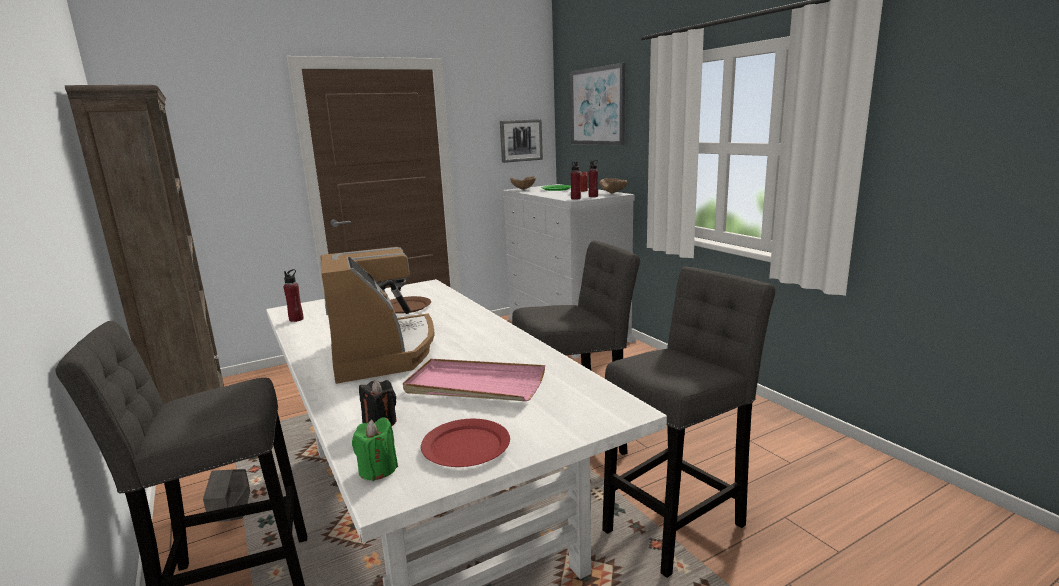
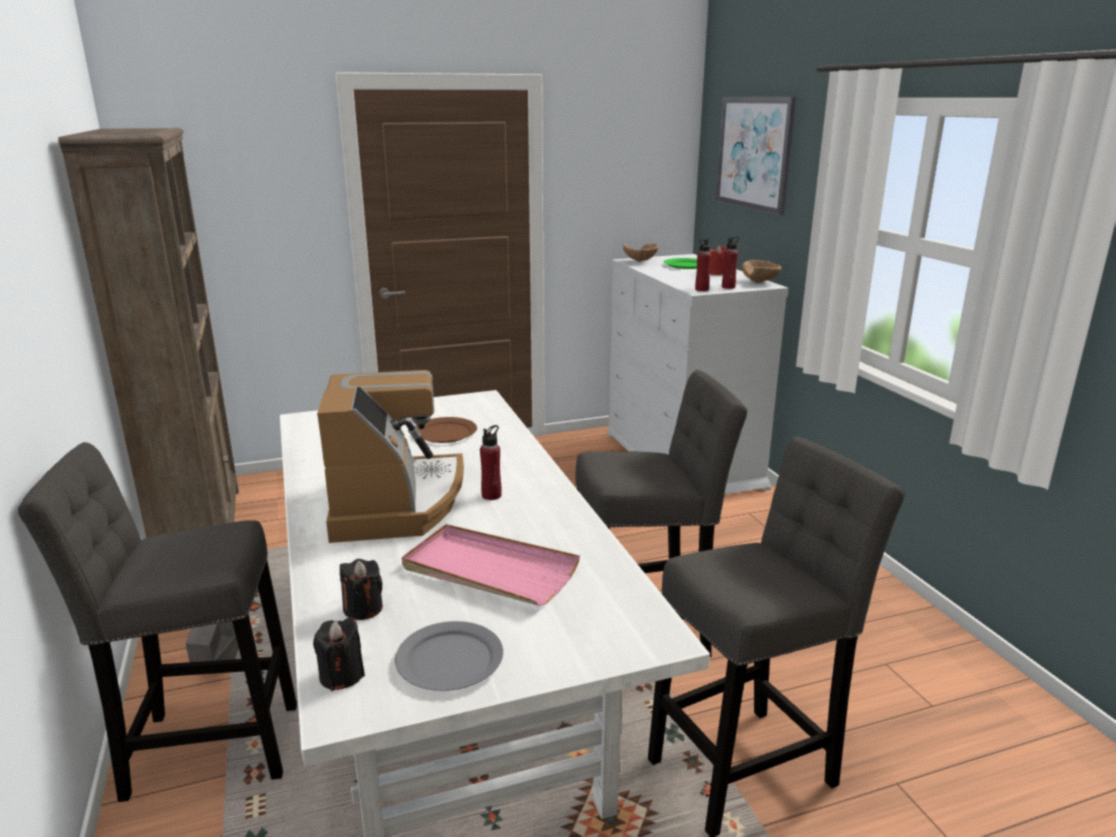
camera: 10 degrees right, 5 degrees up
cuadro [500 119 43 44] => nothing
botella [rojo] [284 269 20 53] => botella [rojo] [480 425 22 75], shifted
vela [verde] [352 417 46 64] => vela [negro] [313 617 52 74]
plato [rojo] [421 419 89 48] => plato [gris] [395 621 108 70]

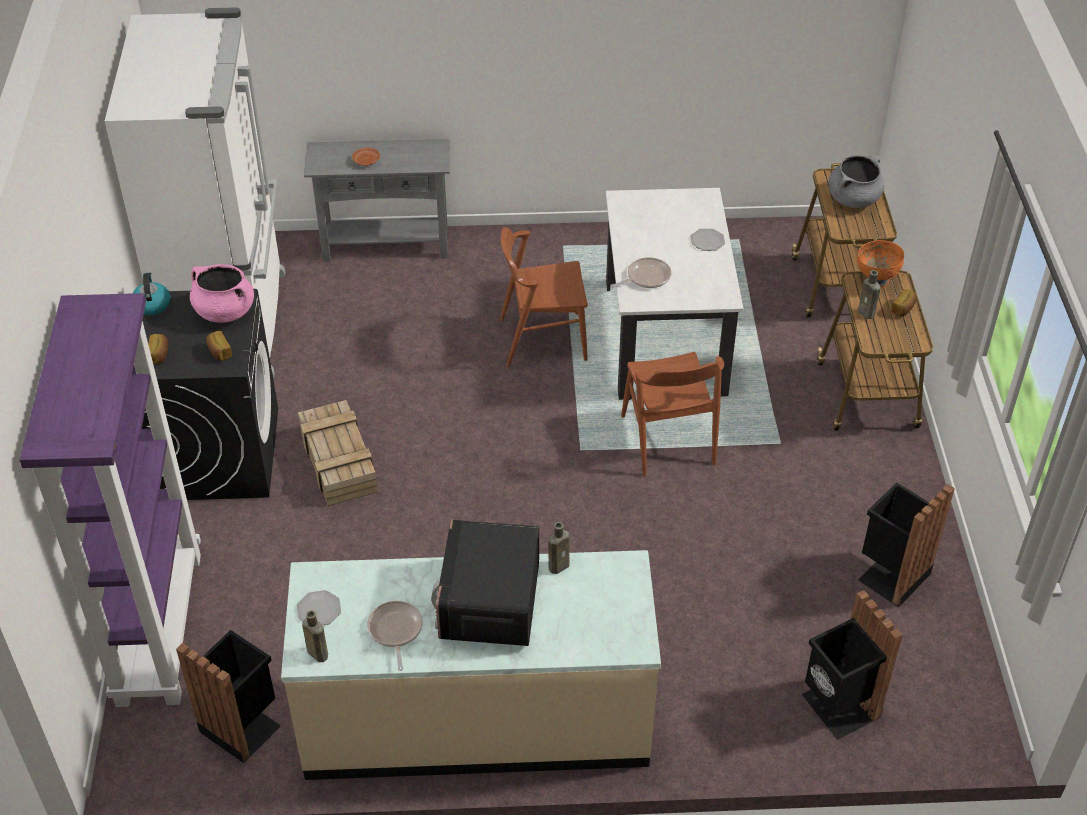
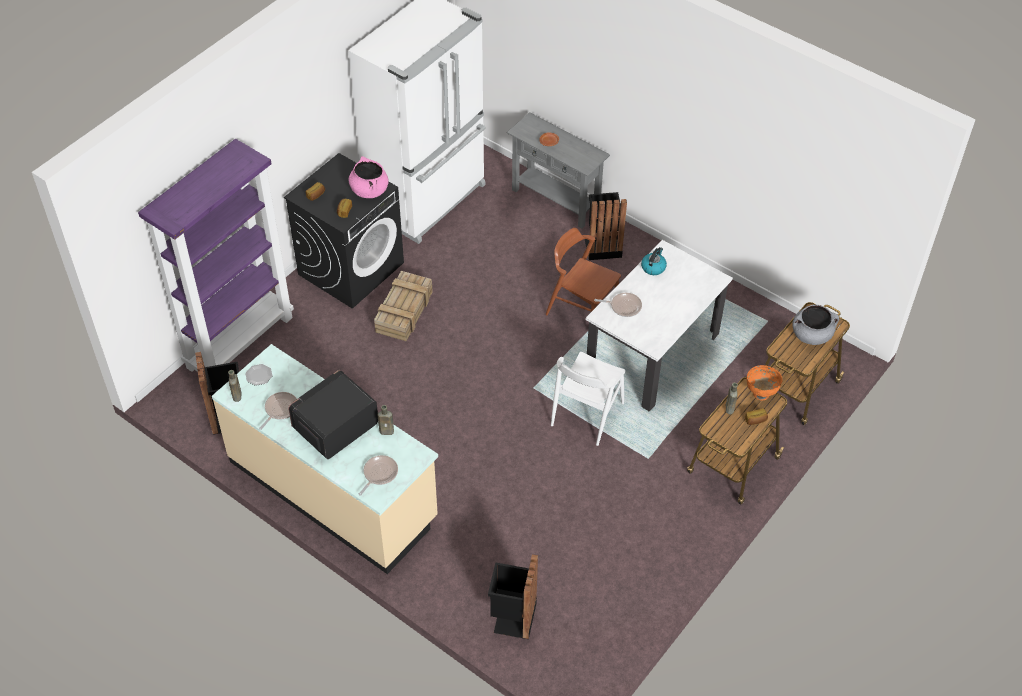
camera: 40 degrees right, 5 degrees up
plato [691 229 34 22] => nothing
hervidor [133 272 37 43] => hervidor [641 247 26 28], shifted
silla [marrón] [621 352 103 125] => silla [blanco] [551 352 74 94]
papelera [negro] [858 482 97 125] => papelera [negro] [585 192 42 68], shifted
nothing => sartén [359 455 39 41]

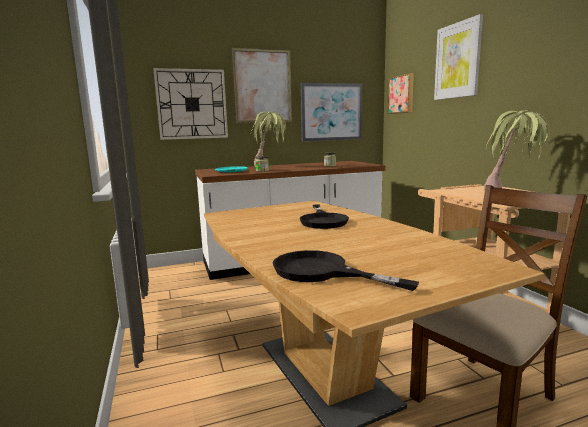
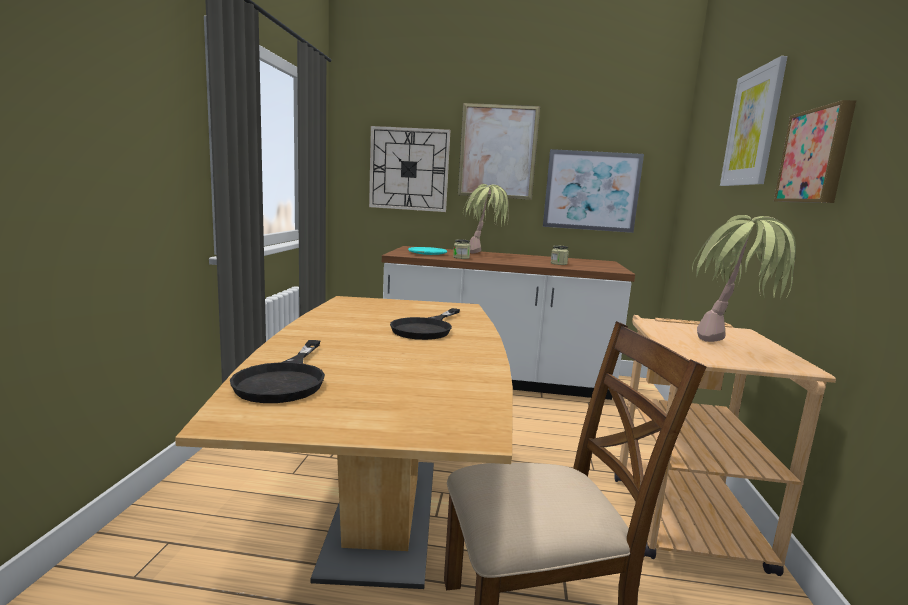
camera: 25 degrees right, 0 degrees up
cuadro [388 73 26 41] => cuadro [774 100 82 103], shifted
sartén [negro] [273 250 146 41] => sartén [negro] [230 340 95 63], 150 degrees counterclockwise

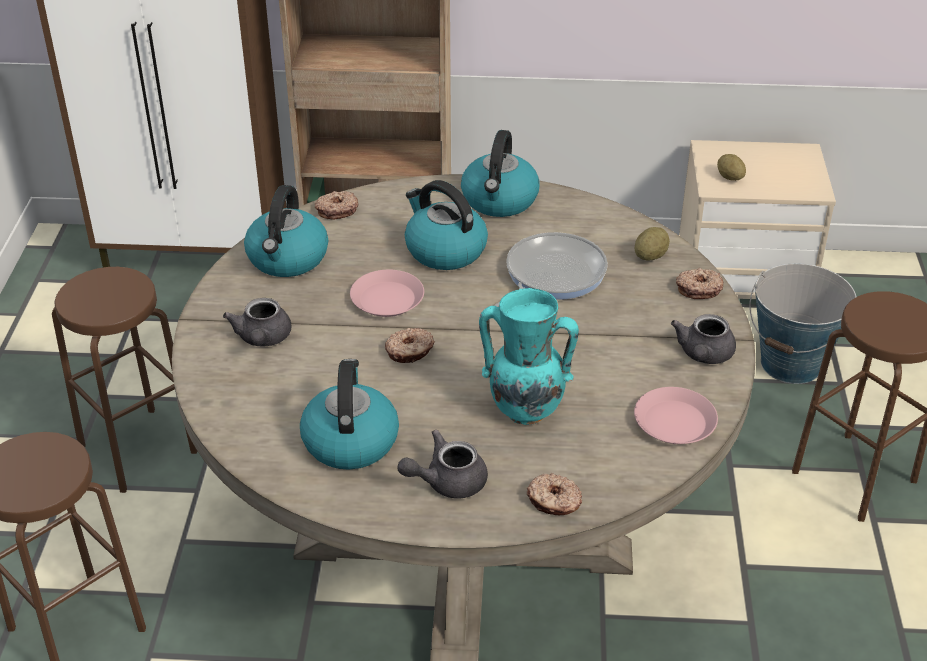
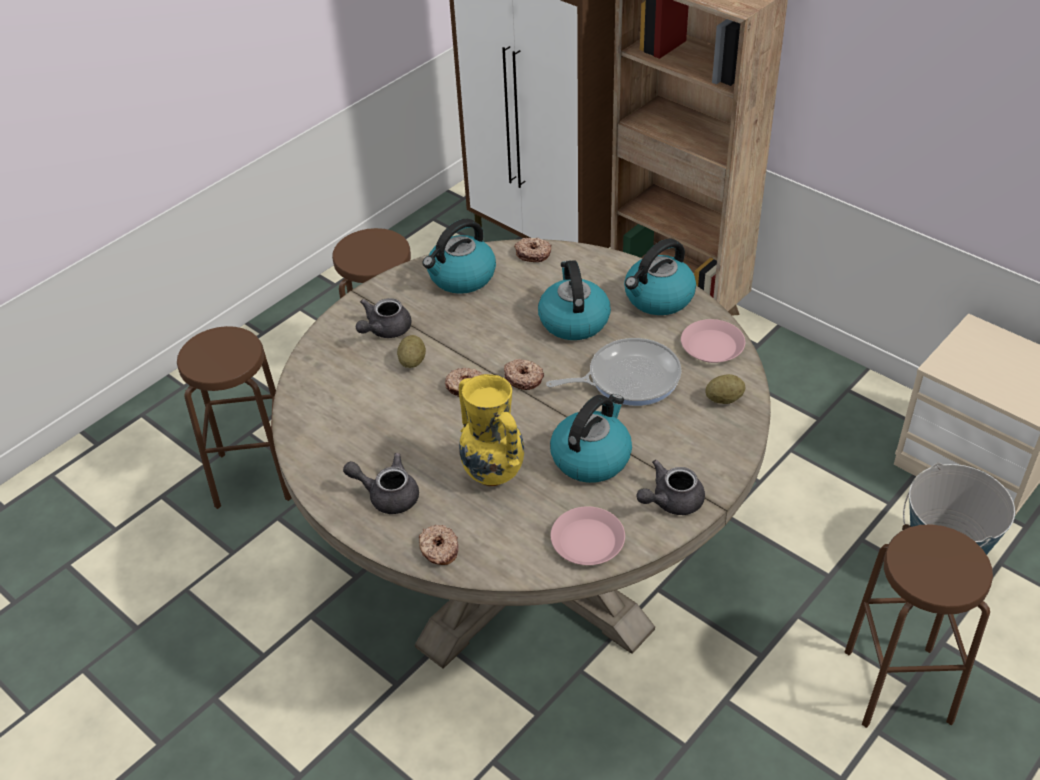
camera: 40 degrees right, 5 degrees up
patata [717 154 29 27] => patata [397 335 29 33], shifted
rosquilla [676 268 47 31] => rosquilla [504 359 40 31], shifted
plato [rosa] [350 270 74 47] => plato [rosa] [681 319 64 44], shifted
florero [turquesa] [479 288 100 137] => florero [amarillo] [459 374 65 113]
hervidor [300 359 99 111] => hervidor [550 394 82 89], shifted

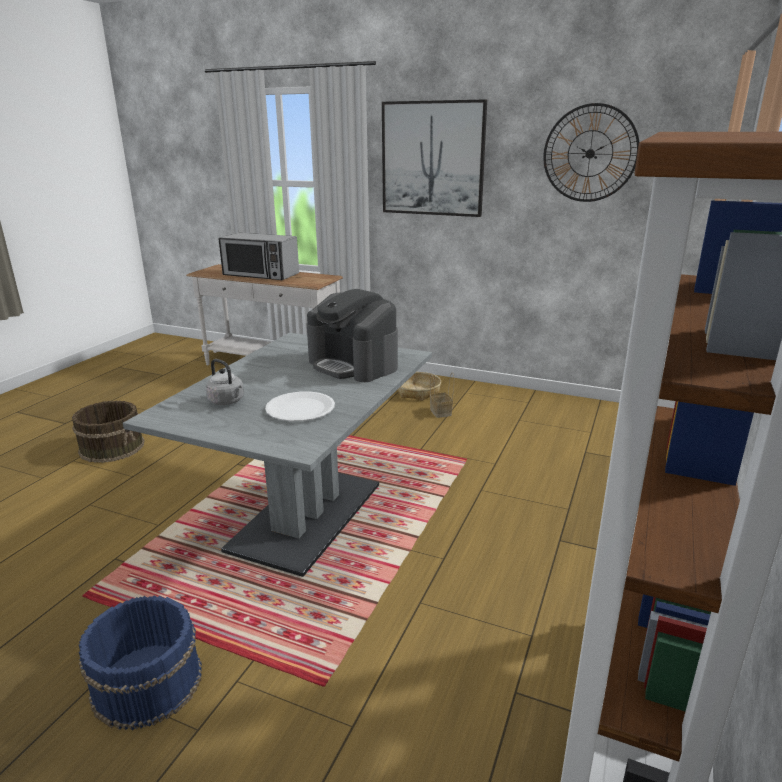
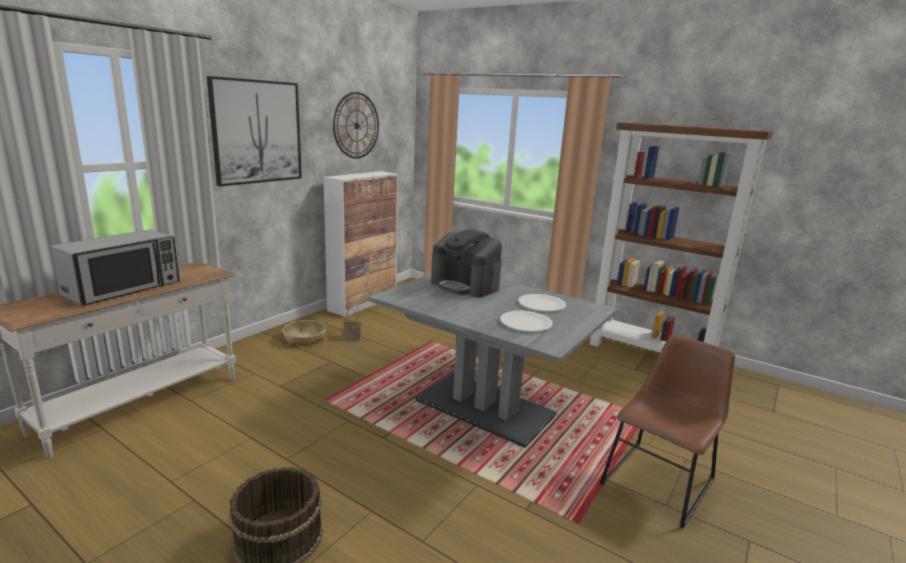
camera: 80 degrees left, 5 degrees down
cafetera [307 289 91 93] => cafetera [431 229 71 68], 75 degrees clockwise
hervidor [gris] [205 359 39 46] => plato [blanco] [500 311 53 21]
cubo [azul] [79 596 123 134] => silla [marrón] [600 333 135 195]
nothing => armario [323 171 75 146]

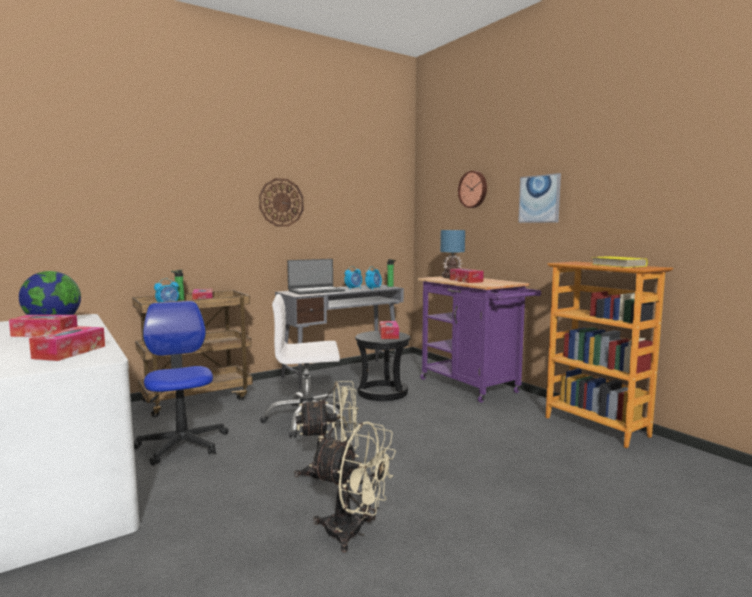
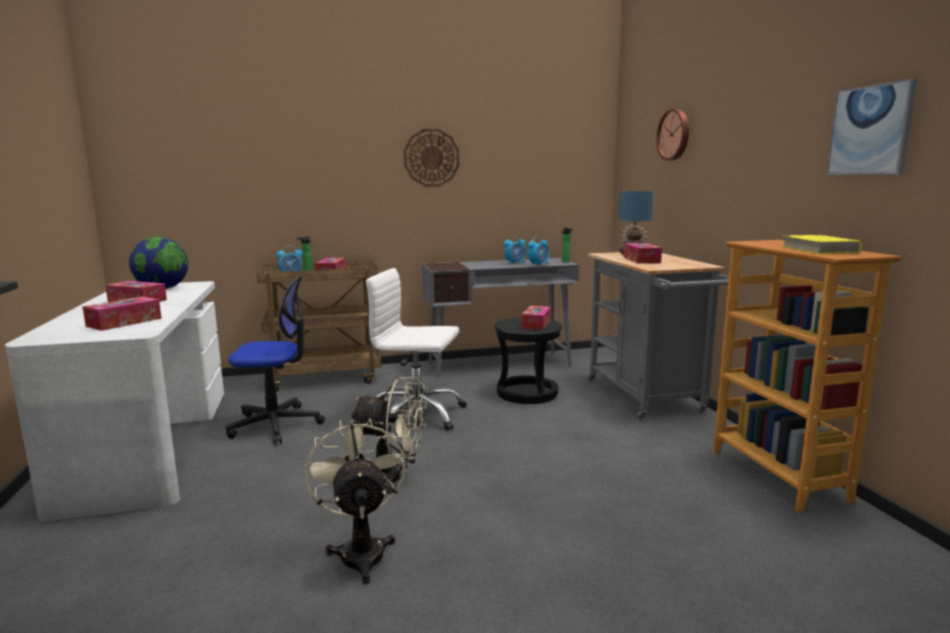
camera: 20 degrees right, 5 degrees up
cuadro [518 173 43 50] => cuadro [826 78 91 97], shifted
portátil [287 259 58 36] => nothing
carrito [morado] [418 276 123 127] => carrito [gris] [587 252 142 169]
silla de oficina [134 301 95 165] => silla de oficina [225 275 100 170], 90 degrees clockwise
ventilador [beis] [309 421 87 131] => ventilador [beis] [305 418 101 166], 150 degrees counterclockwise

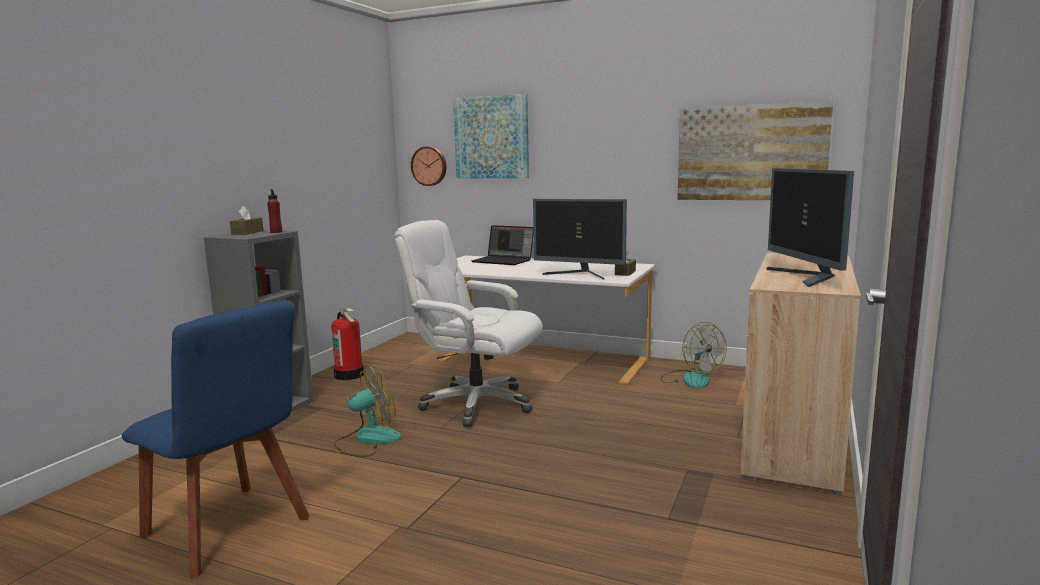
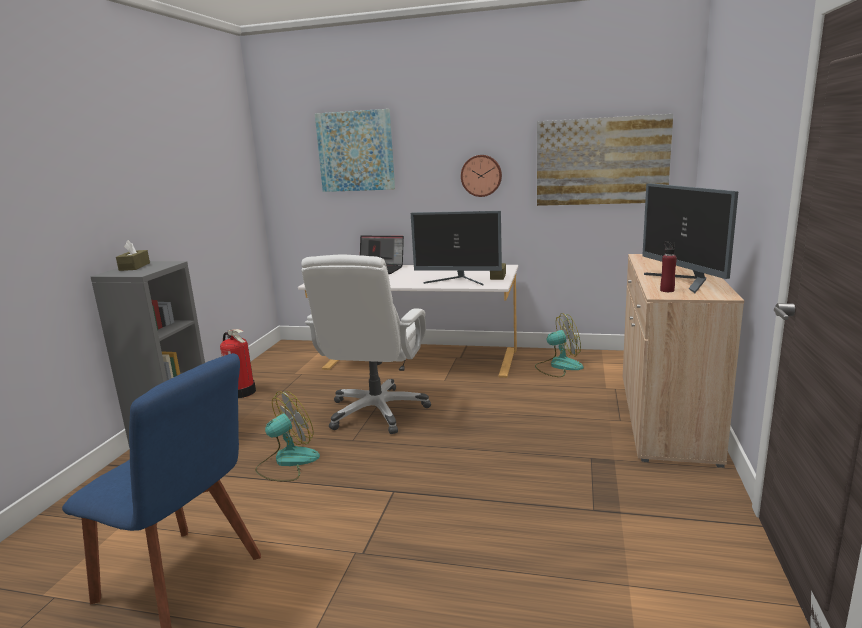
camera: 10 degrees left, 5 degrees up
reloj de pared [411 146 36 40] => reloj de pared [461 155 41 42], shifted
botella [rojo] [267 189 15 44] => botella [rojo] [660 241 17 51], shifted
silla de oficina [blanco] [395 220 148 207] => silla de oficina [blanco] [301 254 130 180], 90 degrees counterclockwise
ventilador [660 322 67 67] => ventilador [535 313 49 64], 60 degrees counterclockwise

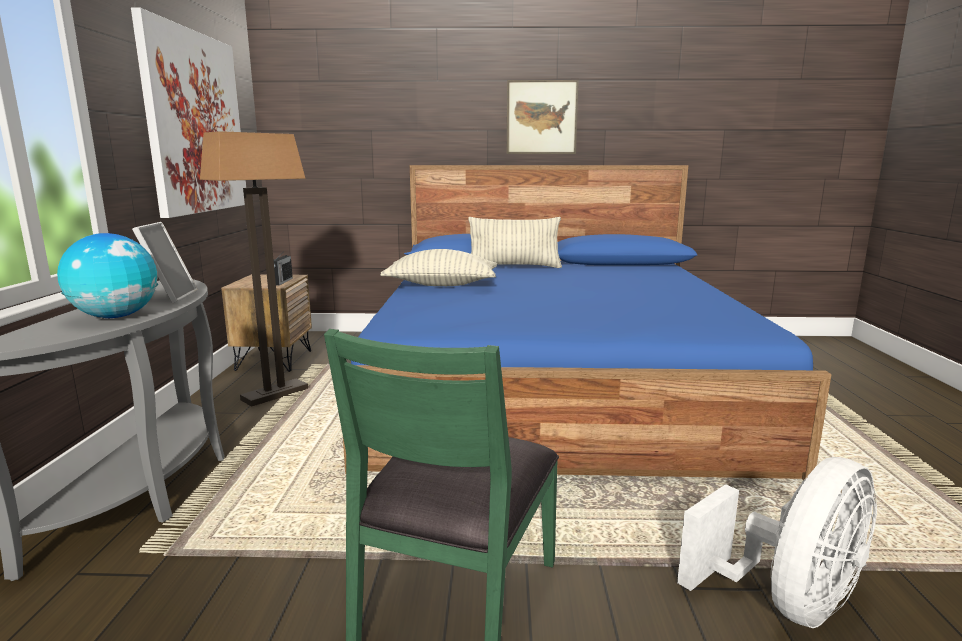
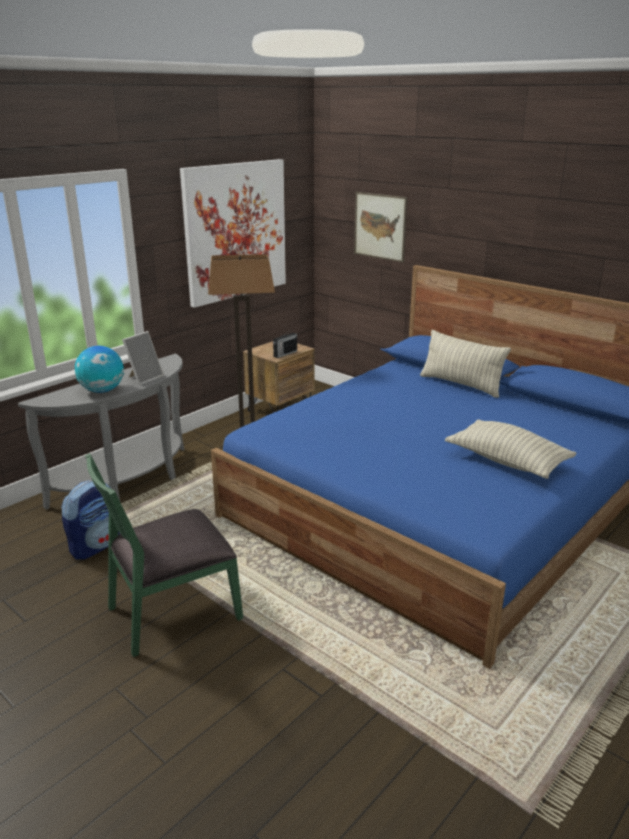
camera: 40 degrees right, 10 degrees up
cuadro [507 80 72 74] => cuadro [354 192 53 71], shifted
cojín [380 249 117 37] => cojín [445 420 132 59], shifted
ventilador [blanco] [677 457 200 171] => nothing
nothing => mochila [61 480 59 79]

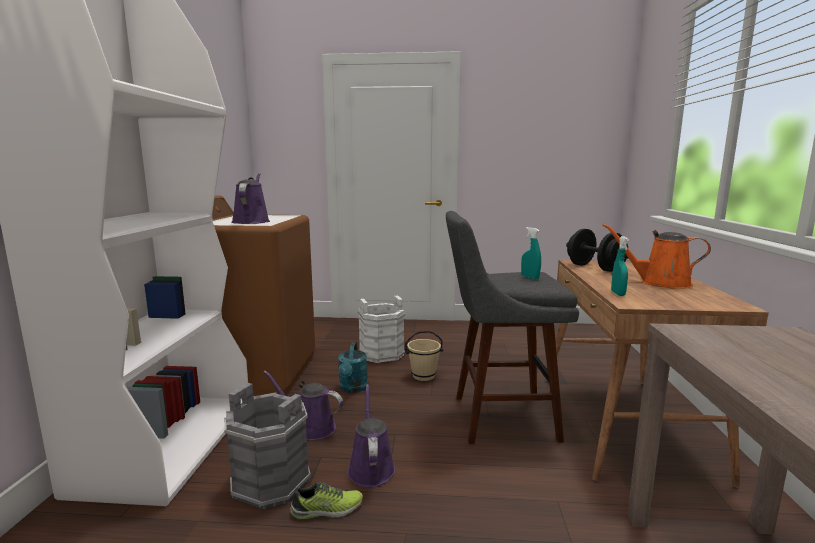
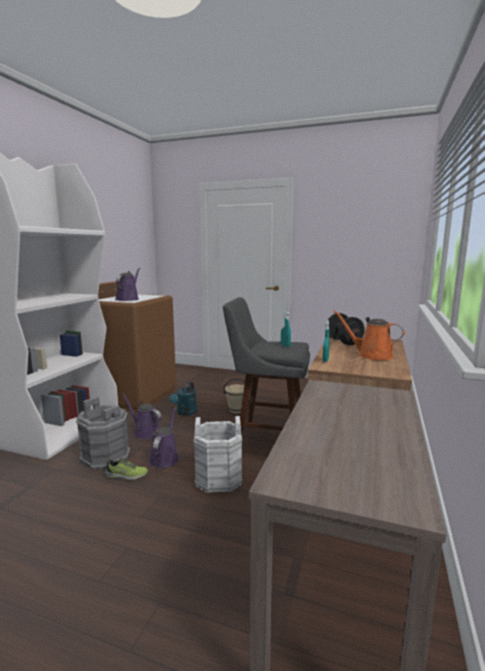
camera: 15 degrees right, 0 degrees up
cubo [blanco] [358 296 47 67] => cubo [blanco] [193 416 49 77], shifted

